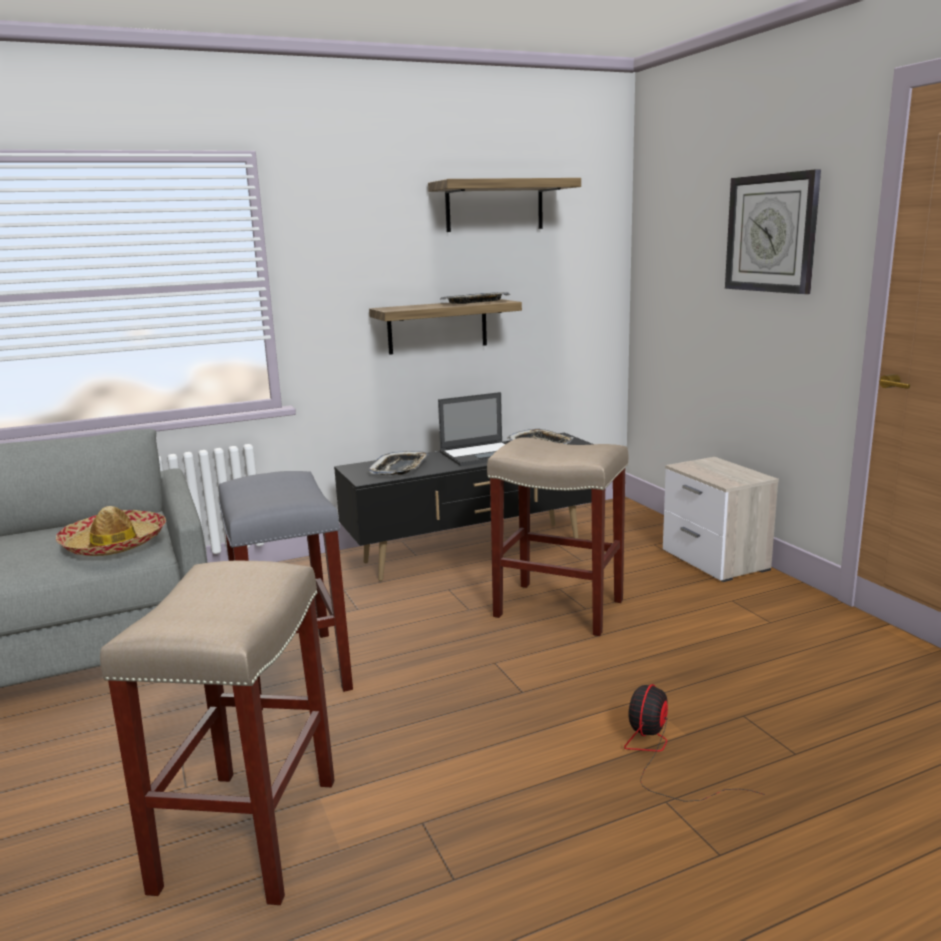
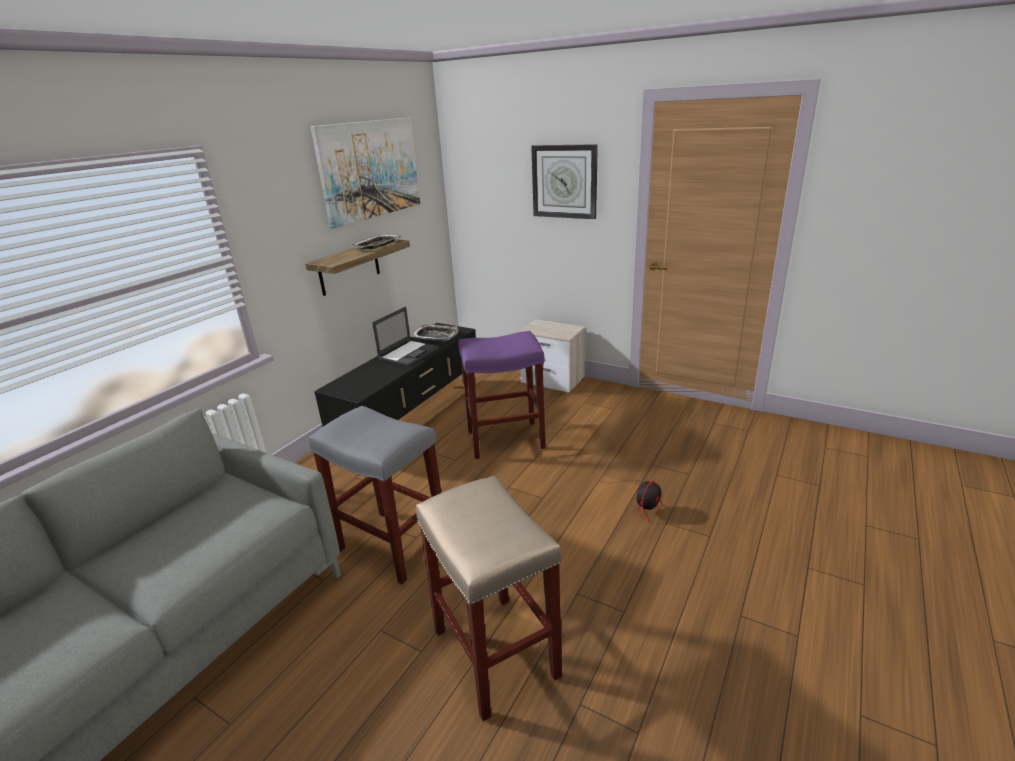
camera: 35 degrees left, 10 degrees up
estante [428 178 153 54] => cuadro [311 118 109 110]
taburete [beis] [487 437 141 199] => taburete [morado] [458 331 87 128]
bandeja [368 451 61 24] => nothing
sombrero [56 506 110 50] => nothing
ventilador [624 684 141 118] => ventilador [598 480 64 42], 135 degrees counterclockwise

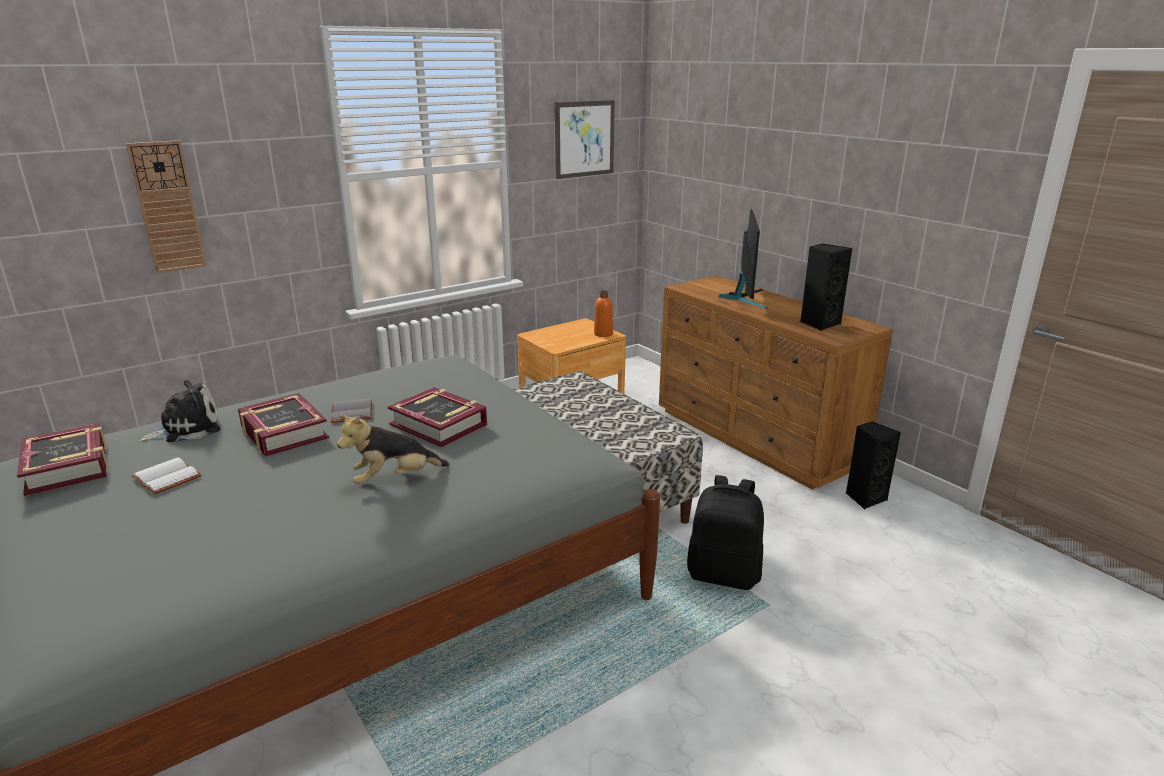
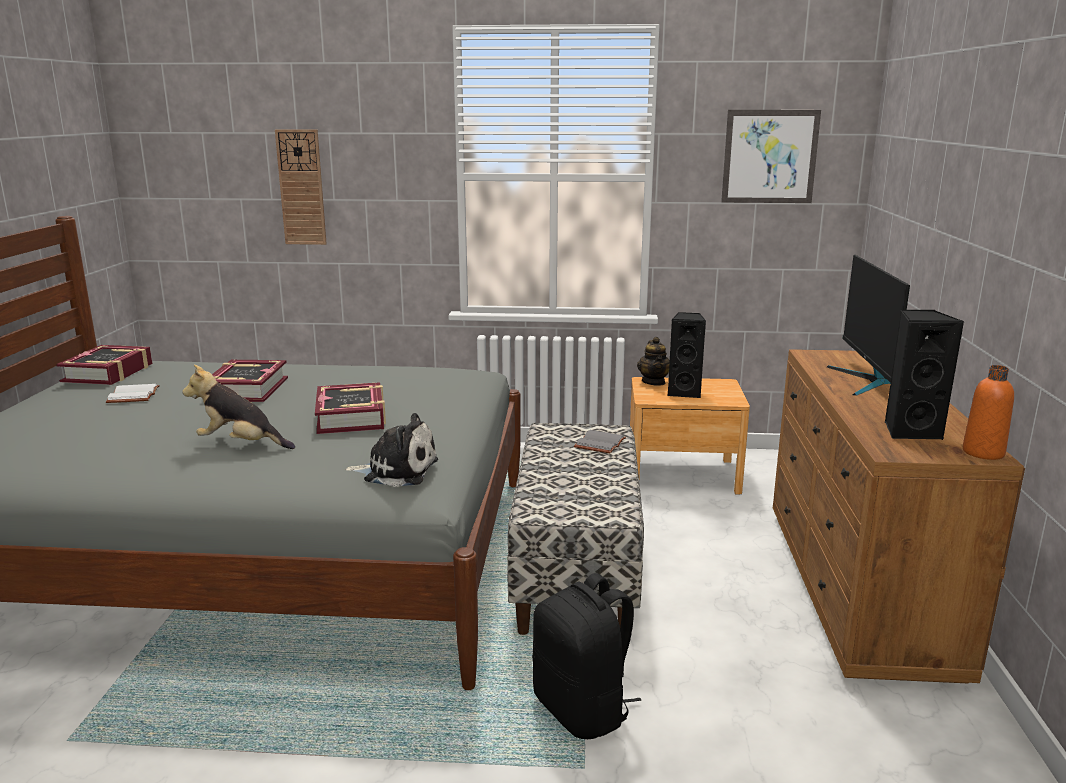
camera: 40 degrees right, 5 degrees down
monitor [719 209 49 100] => monitor [827 255 83 141], 135 degrees clockwise
botella [naranja] [594 291 19 46] => botella [naranja] [963 365 51 95], shifted
peluche [138 379 82 63] => peluche [344 413 94 74], shifted
libro [gris] [331 398 41 25] => libro [gris] [574 430 52 24], shifted
altavoz [negro] [846 421 55 88] => altavoz [negro] [667 312 39 86], shifted
nothing => tetera [637 337 33 49]

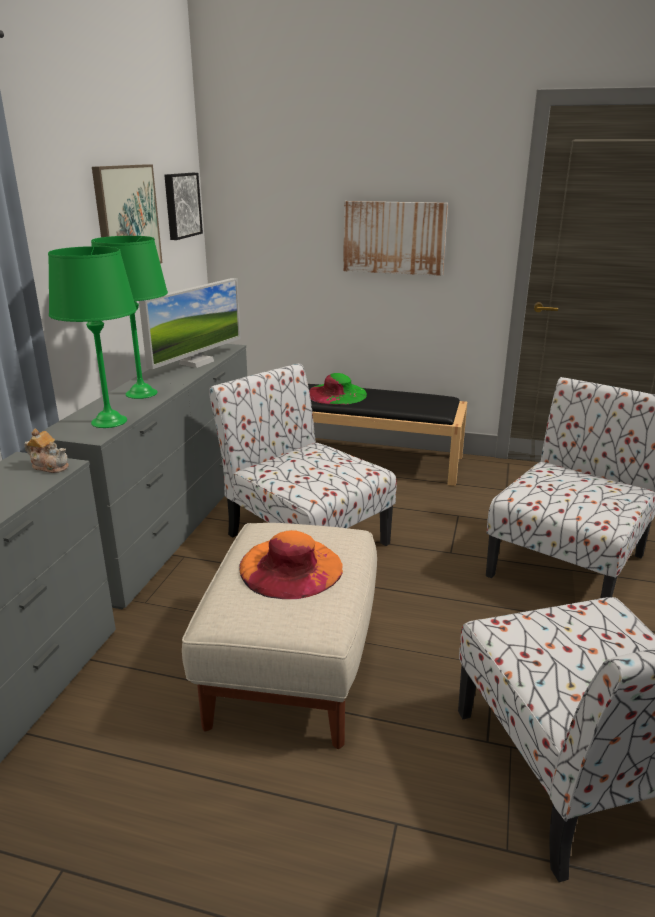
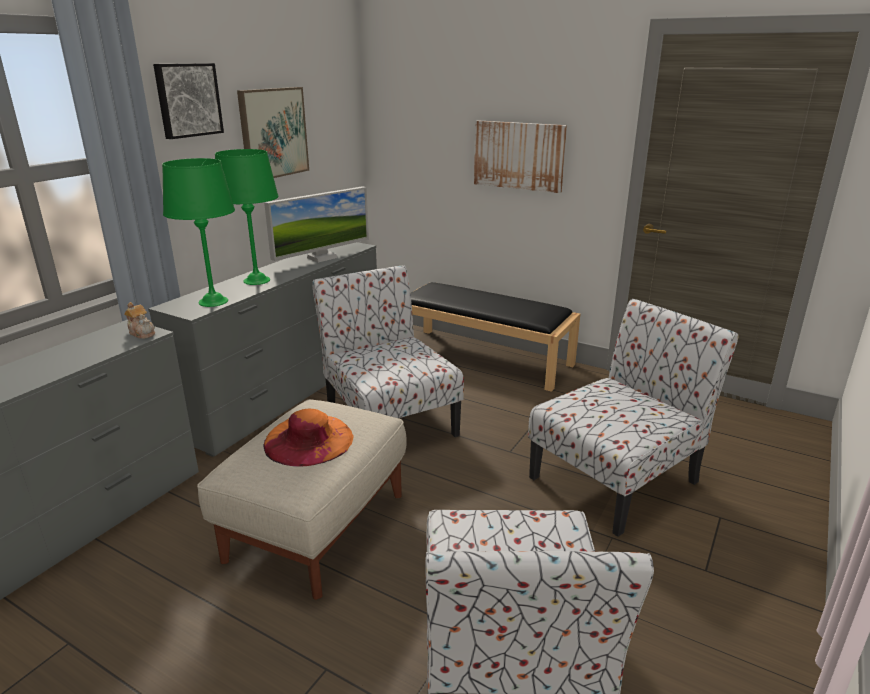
camera: 15 degrees right, 0 degrees up
cuadro [164 173 39 67] => cuadro [153 63 71 76], shifted
sombrero [verde] [309 373 58 32] => nothing

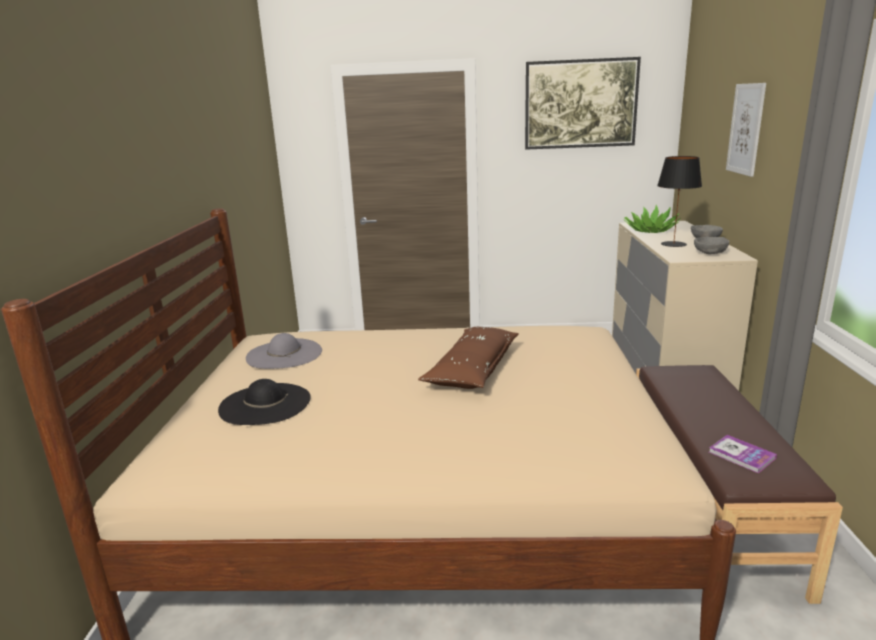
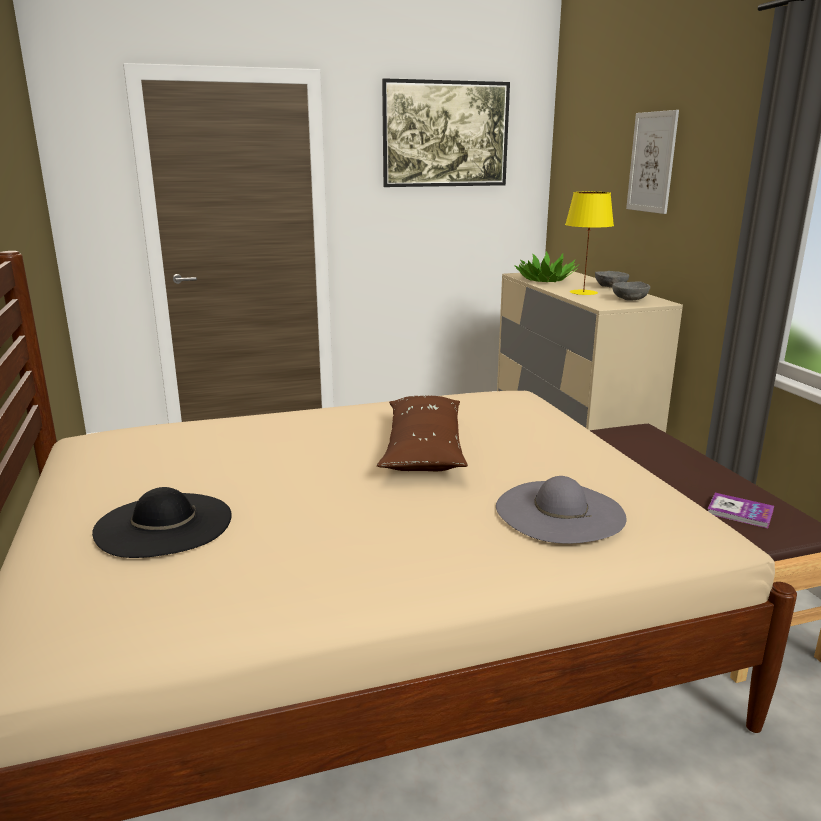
camera: 20 degrees left, 0 degrees up
lámpara de mesa [negro] [657 156 45 91] => lámpara de mesa [amarillo] [565 192 49 103]
sombrero [gris] [246 333 76 36] => sombrero [gris] [496 476 131 68], shifted

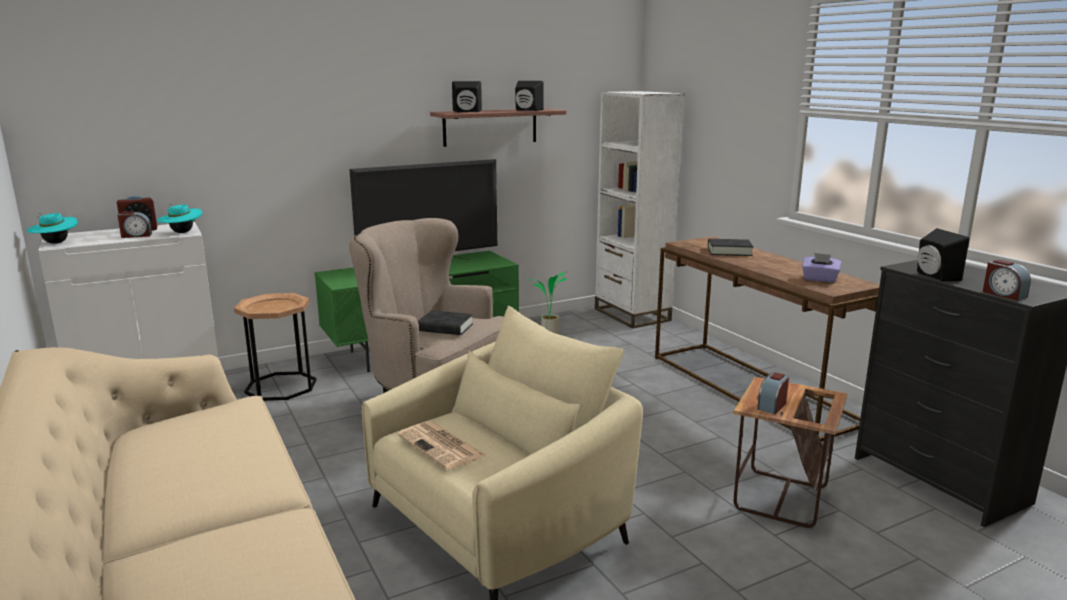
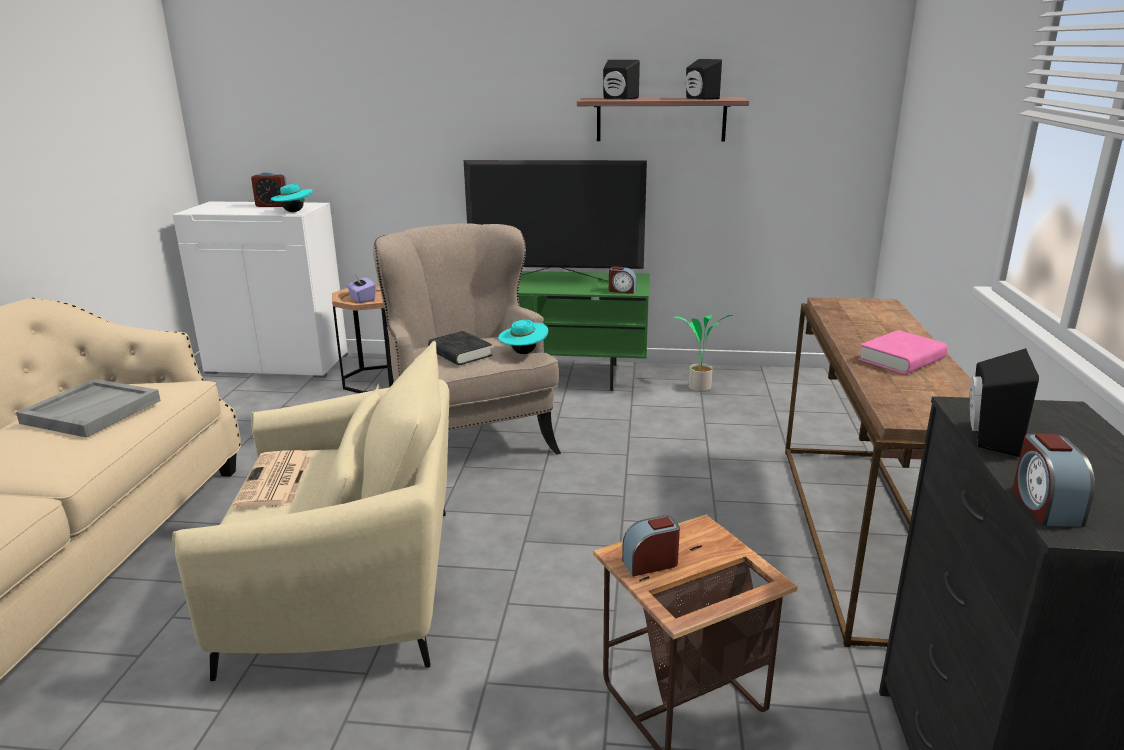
camera: 35 degrees right, 5 degrees up
estantería [blanco] [595 91 90 237] => nothing
despertador [117 211 35 27] => despertador [609 266 28 28], shifted
sombrero [turquesa] [27 213 51 31] => sombrero [turquesa] [498 318 50 36], shifted
libro [negro] [708 239 46 17] => nothing
caja de pañuelos [morado] [802 253 39 30] => caja de pañuelos [morado] [346 275 30 28], shifted
nothing => libro [rosa] [858 330 90 44]
nothing => bandeja [gris] [16 379 145 59]

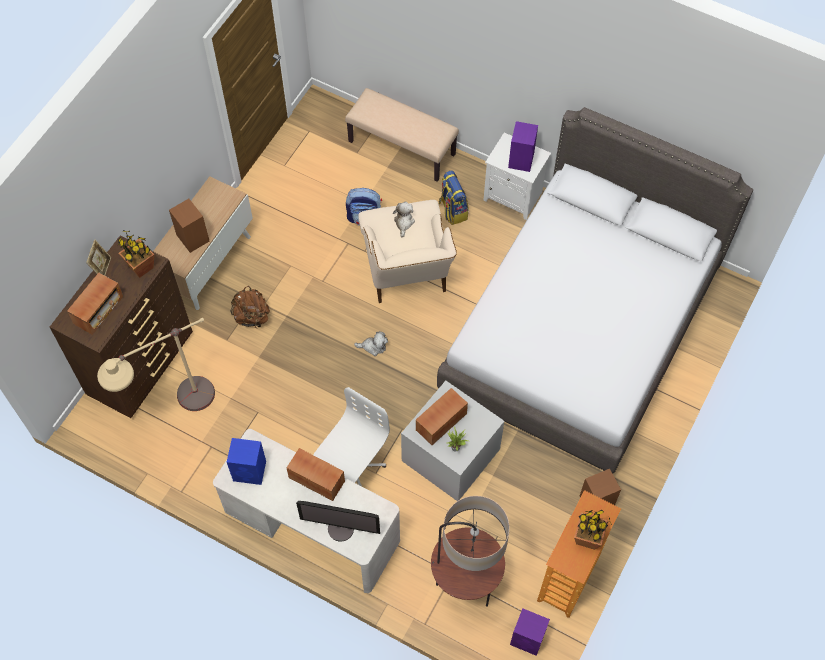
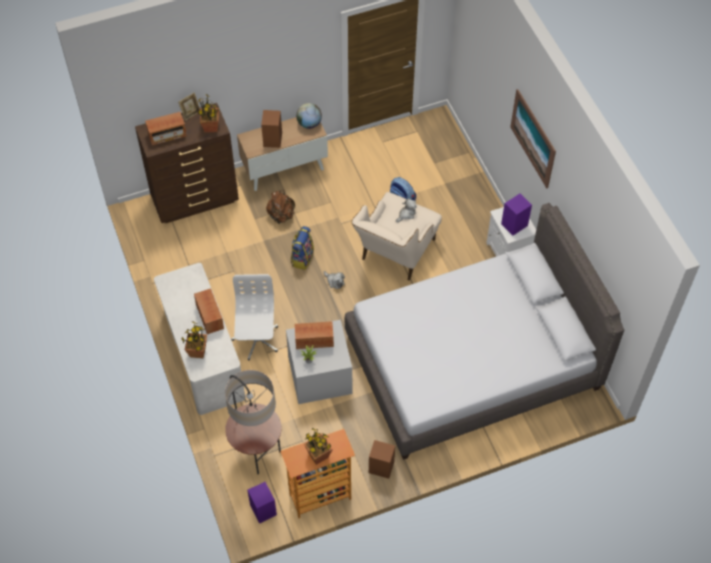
camera: 40 degrees right, 5 degrees down
banco [beis] [345 88 114 94] => nothing
mochila [439 170 30 55] => mochila [291 226 23 44], shifted
lámpara de pie [beis] [97 318 118 93] => nothing
silla de oficina [blanco] [313 387 77 99] => silla de oficina [blanco] [232 274 46 87], 75 degrees counterclockwise
altavoz [azul] [227 438 39 47] => nothing
monitor [296 501 84 41] => planta en maceta [182 321 25 37]
nothing => cuadro [510 89 46 99]
nothing => globo terráqueo [296 103 26 26]

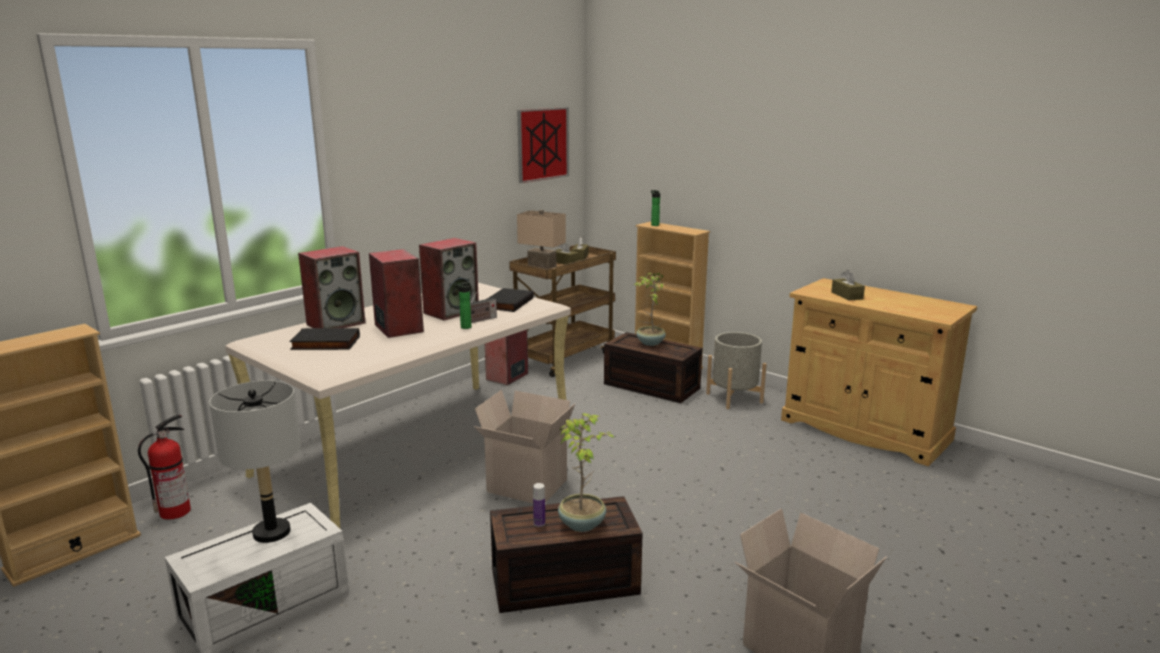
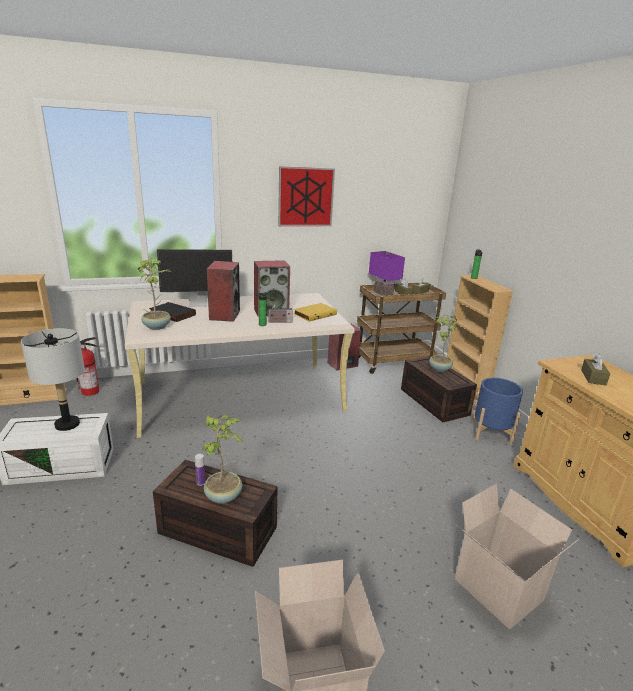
camera: 30 degrees right, 5 degrees up
cuadro [517 107 52 76] => cuadro [278 166 57 60], shifted
lámpara de mesa [beis] [517 210 49 59] => lámpara de mesa [morado] [369 251 36 45]
altavoz [298 246 67 82] => monitor [157 249 76 58]
libro [negro] [487 288 47 24] => libro [amarillo] [294 303 43 19]
maceta [gris] [706 332 61 77] => maceta [azul] [471 378 52 67]
caja de cartón [474 390 101 113] => caja de cartón [455 484 124 146], shifted
nothing => planta en maceta [138 258 34 72]

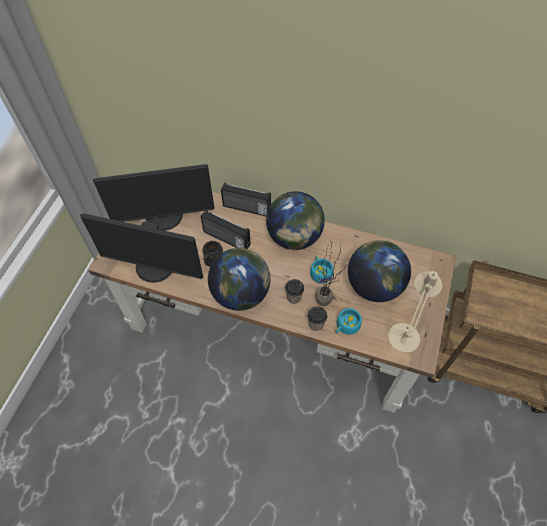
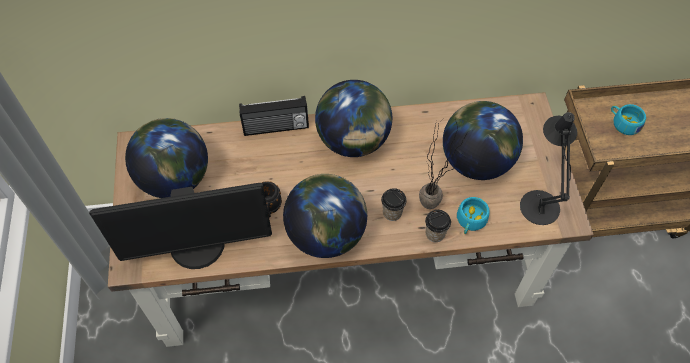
camera: 25 degrees left, 0 degrees up
monitor [93 164 122 67] => globo terráqueo [125 118 83 80]
radio [201 209 50 40] => nothing
taza [turquesa] [310 256 23 28] => taza [turquesa] [611 104 35 31], shifted
lámpara de mesa [beis] [388 271 54 82] => lámpara de mesa [negro] [520 112 57 113]

